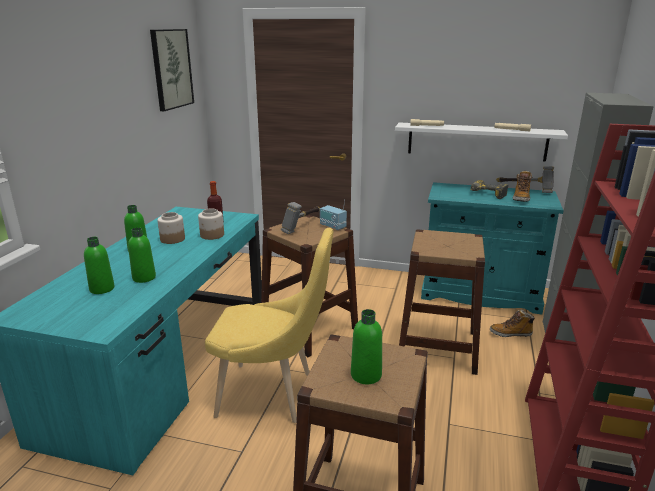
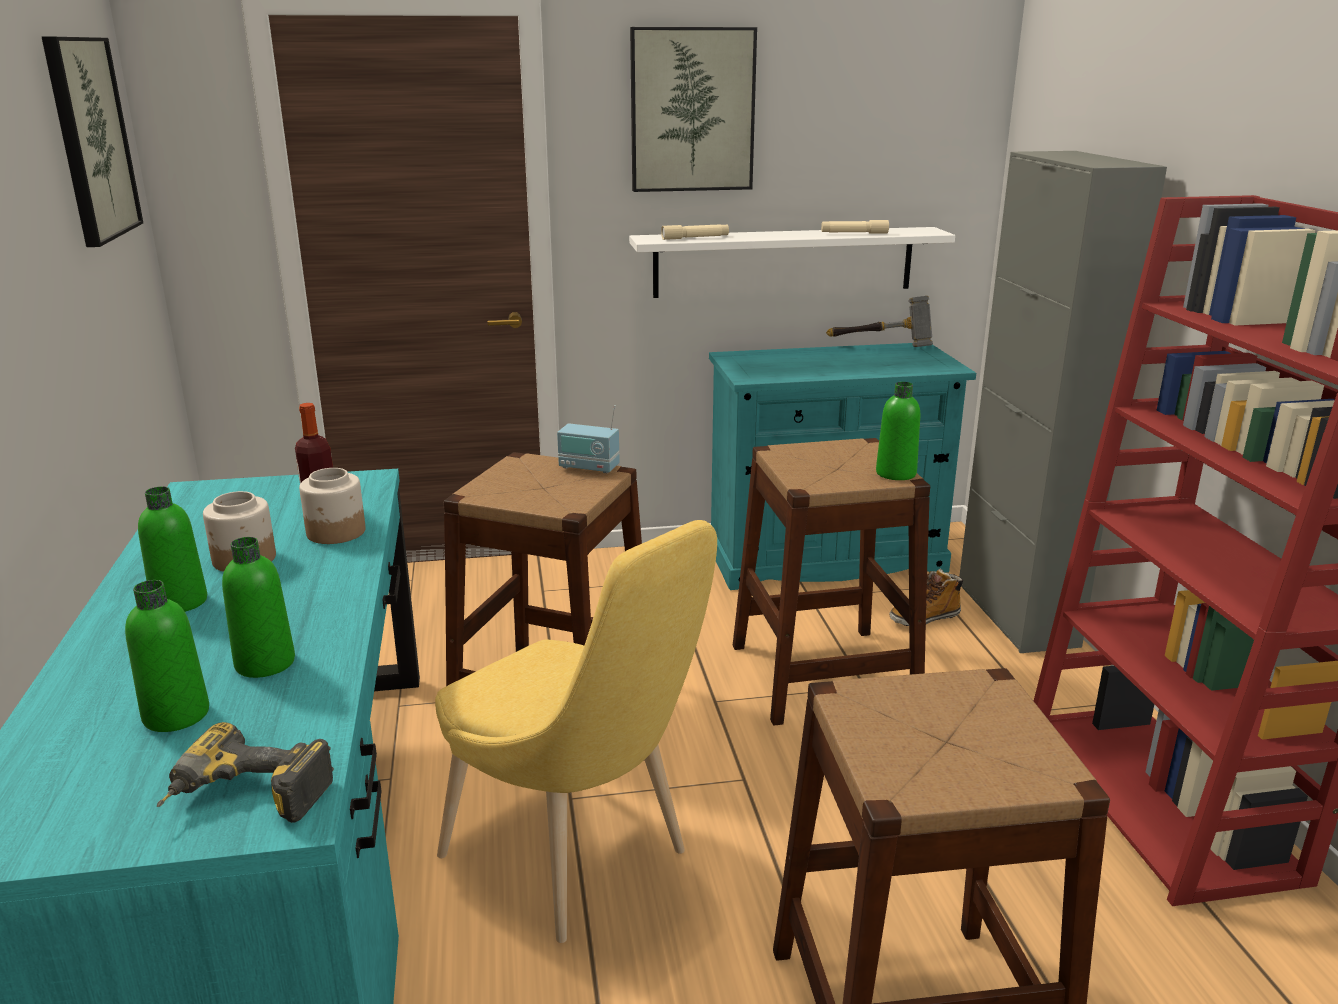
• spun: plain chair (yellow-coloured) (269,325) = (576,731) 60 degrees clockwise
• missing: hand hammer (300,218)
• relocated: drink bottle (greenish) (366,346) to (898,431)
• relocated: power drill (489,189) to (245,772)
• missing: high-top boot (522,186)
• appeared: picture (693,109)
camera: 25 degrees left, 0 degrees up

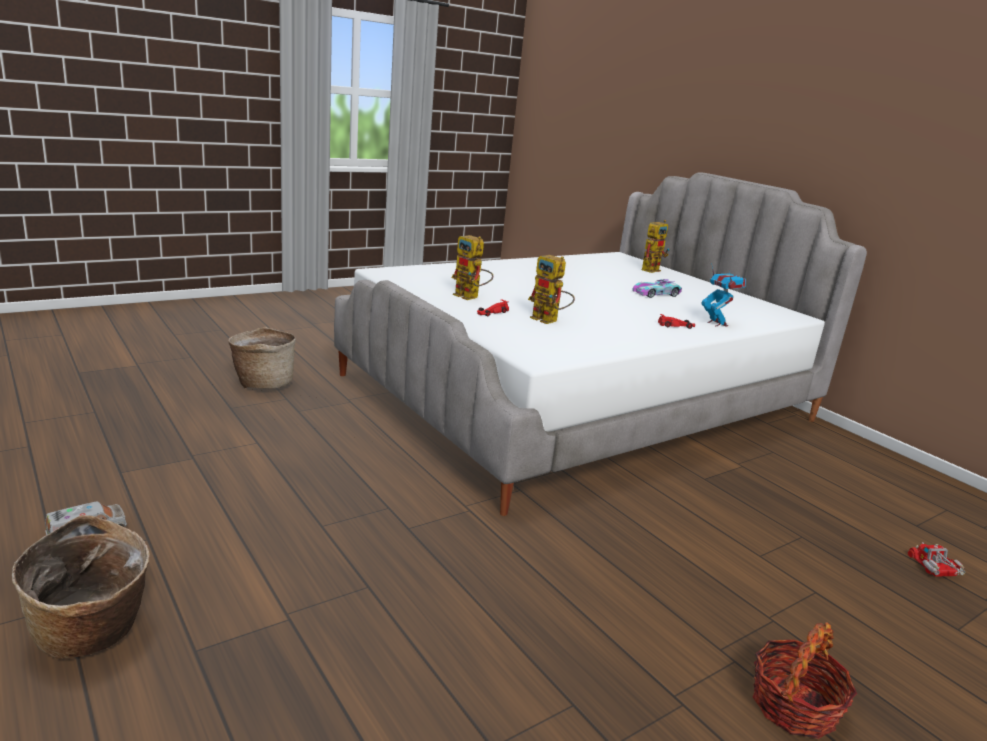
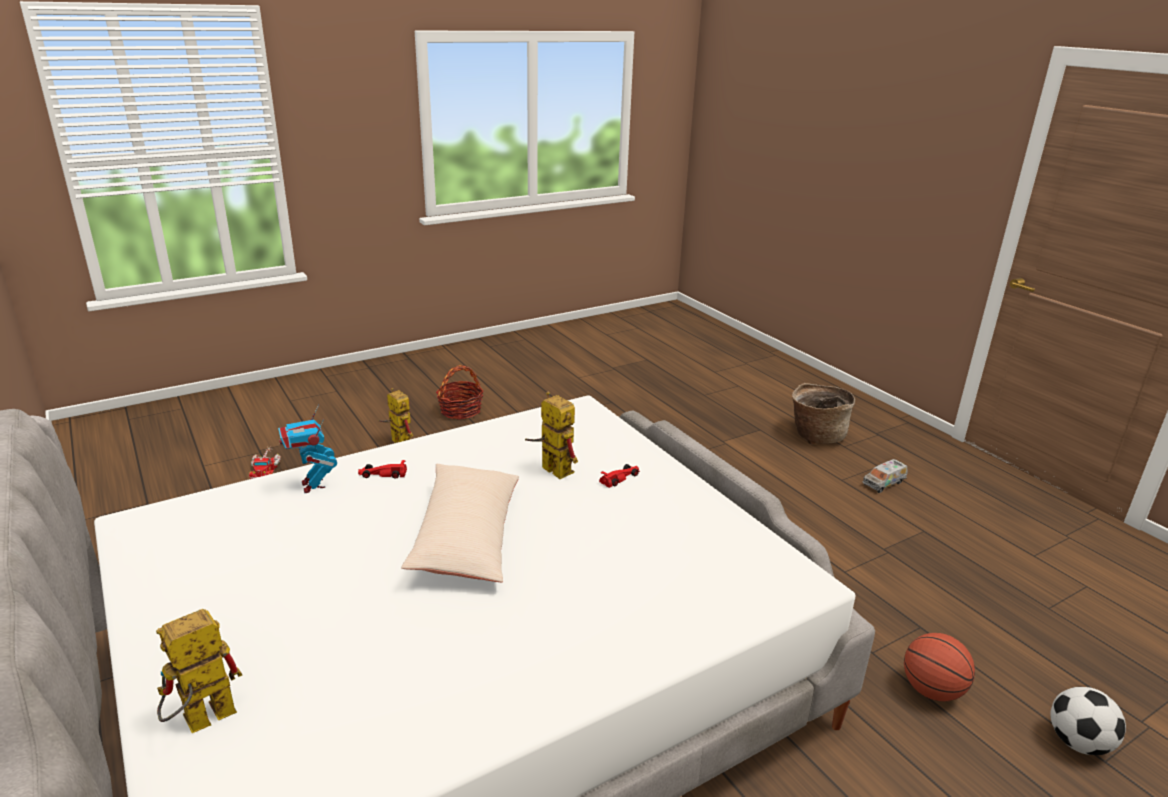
• exchanged: basket (262,358) to basketball ball (939,667)
• relocated: robot figure (472,267) to (395,415)
• missing: miniature car (657,288)
• appeared: throw pillow (beige-coloured) (460,523)
• appeared: football ball (1088,721)
camera: 175 degrees left, 5 degrees up

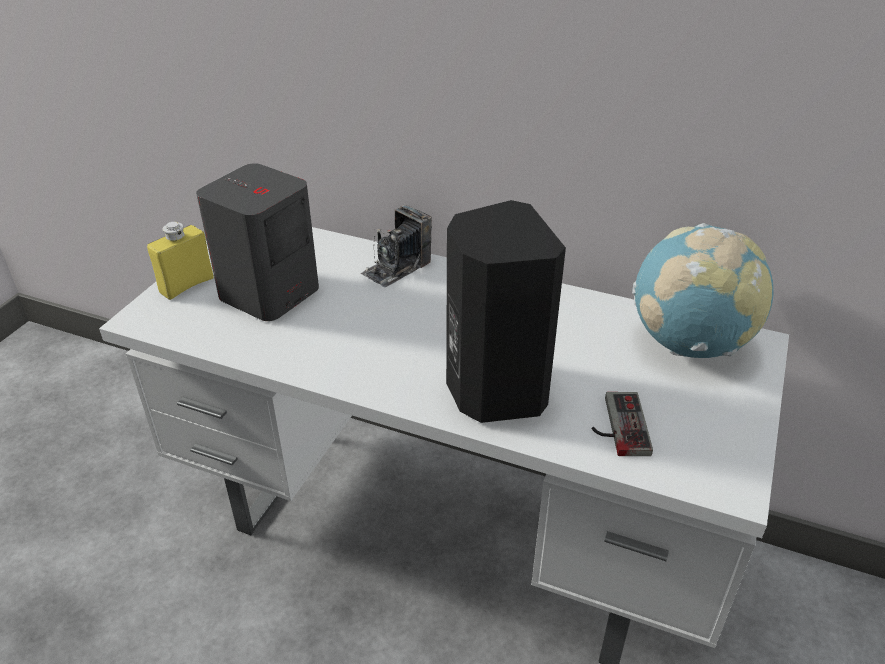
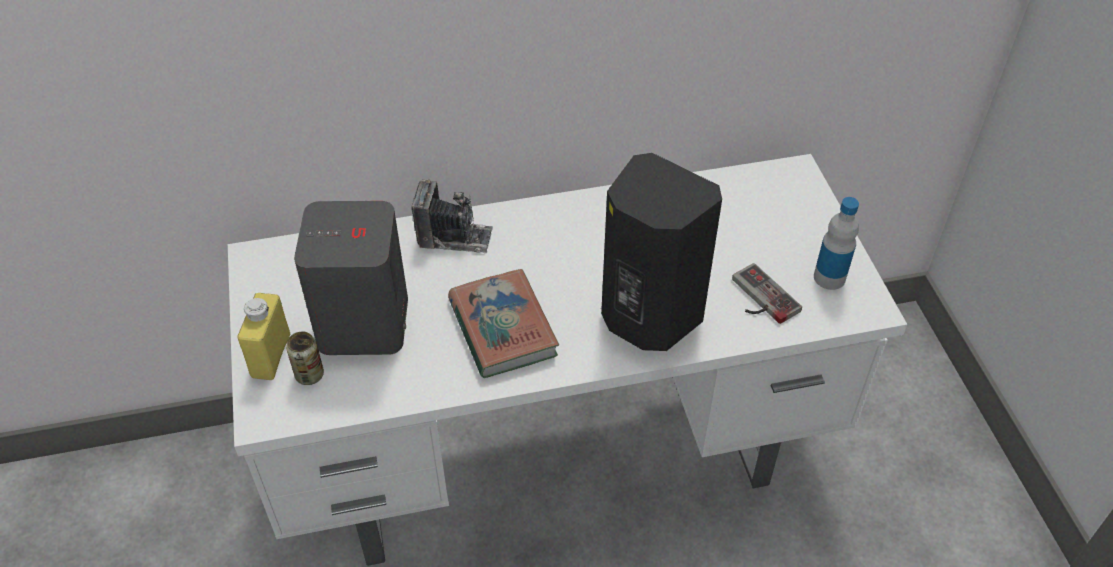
• spun: still camera (396,246) = (452,216) 90 degrees counterclockwise
• missing: world globe (703,290)
• appeared: sealed can (305,358)
• appeared: book (503,323)
• appeared: drink bottle (836,243)
camera: 35 degrees left, 10 degrees up

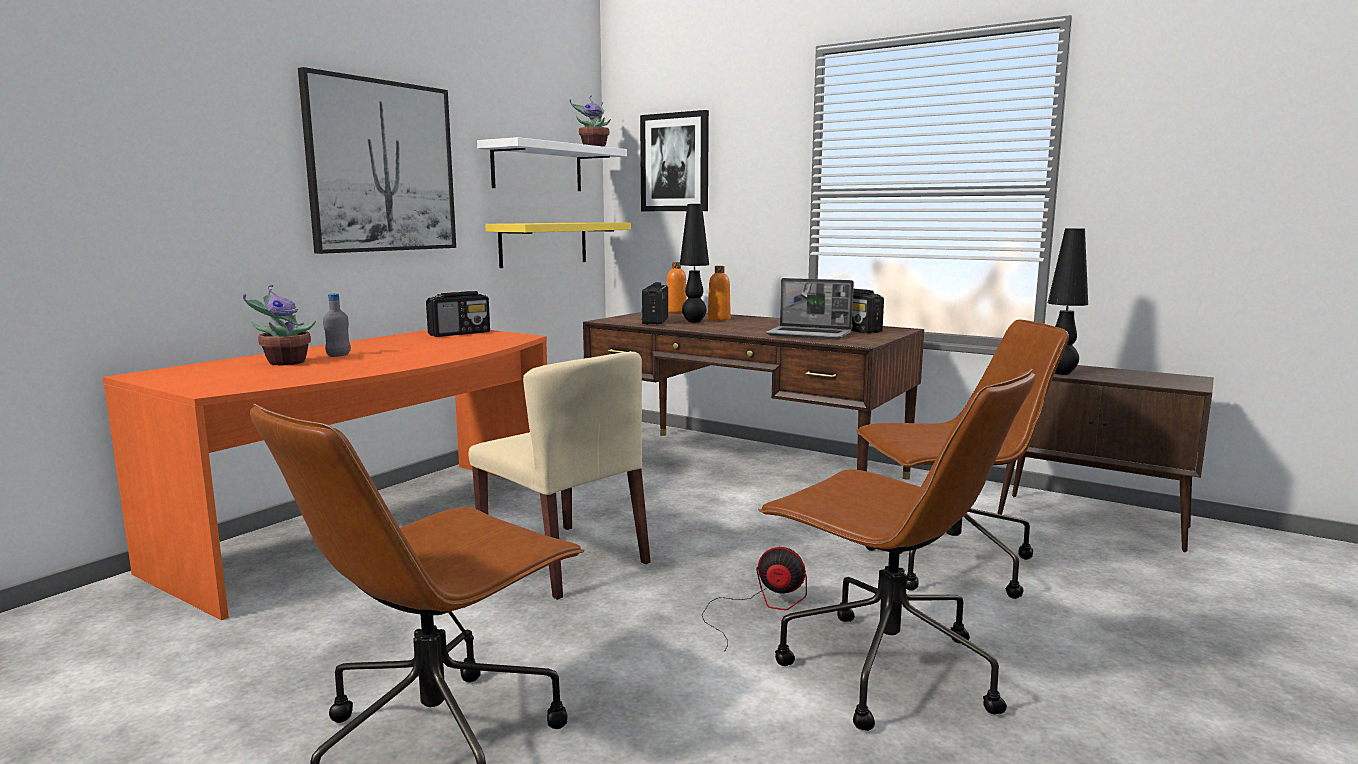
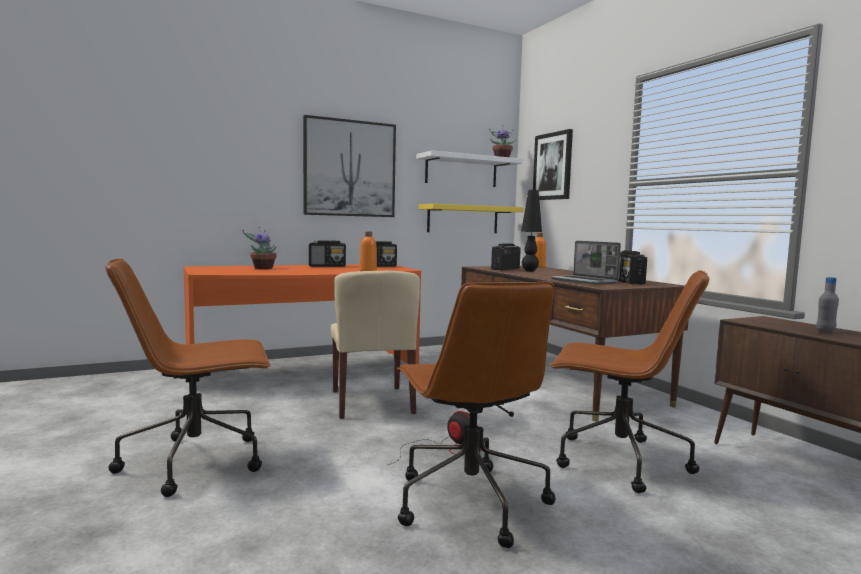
• relocated: drink bottle (greyish) (337,325) to (827,305)
• relocated: drink bottle (orange-coloured) (719,293) to (368,251)
• missing: tabletop lamp (black-coloured) (1068,301)
• appeared: radio (327,253)
camera: 30 degrees right, 5 degrees down

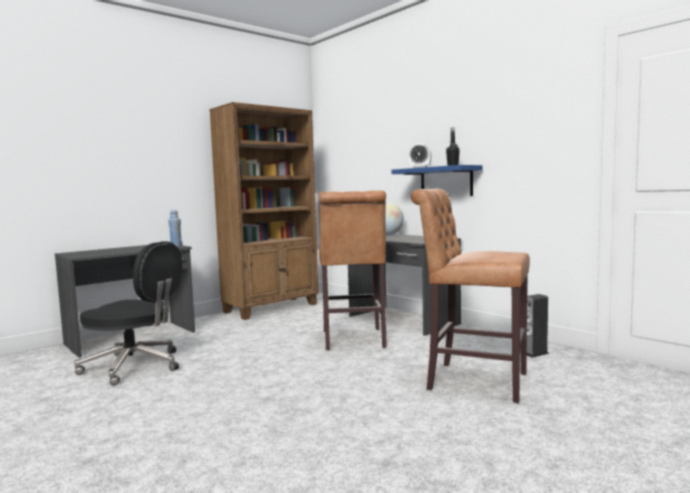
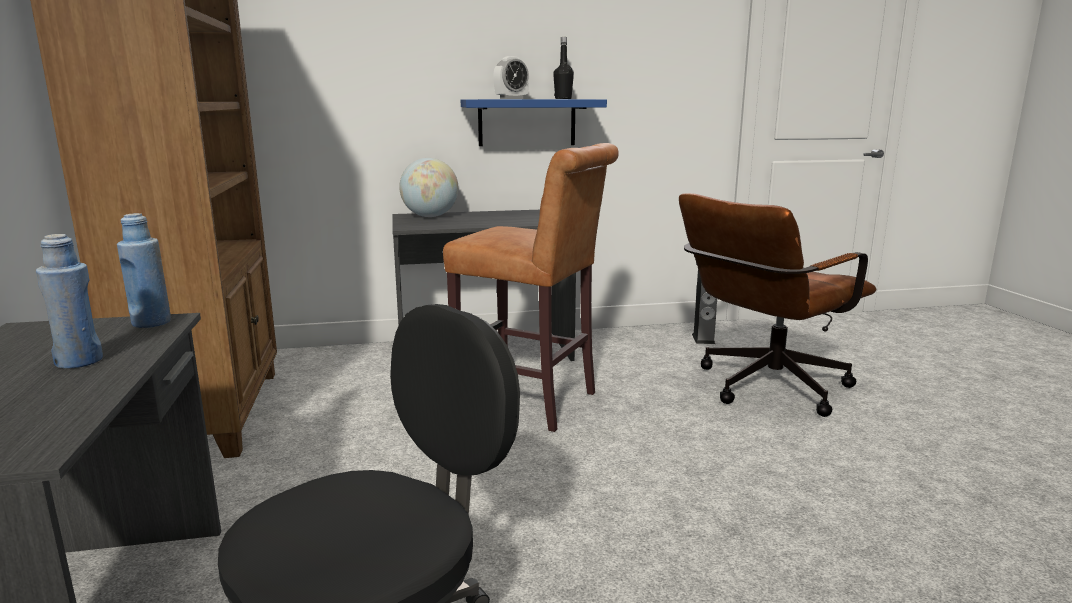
• exchanged: stool (brownish) (470,296) to desk chair (brownish) (778,305)
• appeared: drink bottle (blue-coloured) (69,301)
camera: 60 degrees left, 10 degrees up

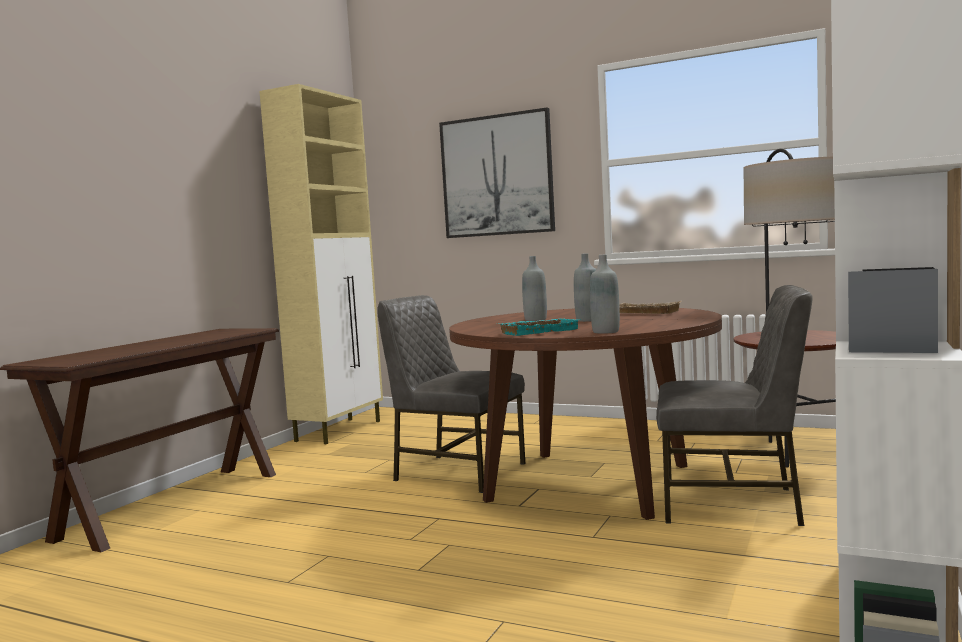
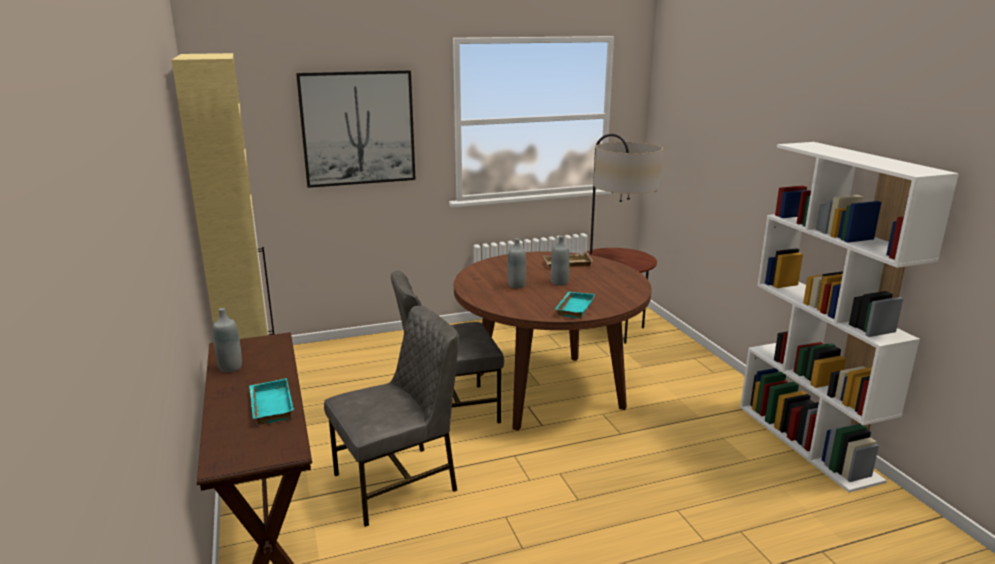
• relocated: drink bottle (greyish) (605,294) to (227,340)
• relocated: plain chair (greyish) (734,405) to (391,416)
• appeared: carrying tray (blue-green) (271,401)
camera: 45 degrees left, 15 degrees up

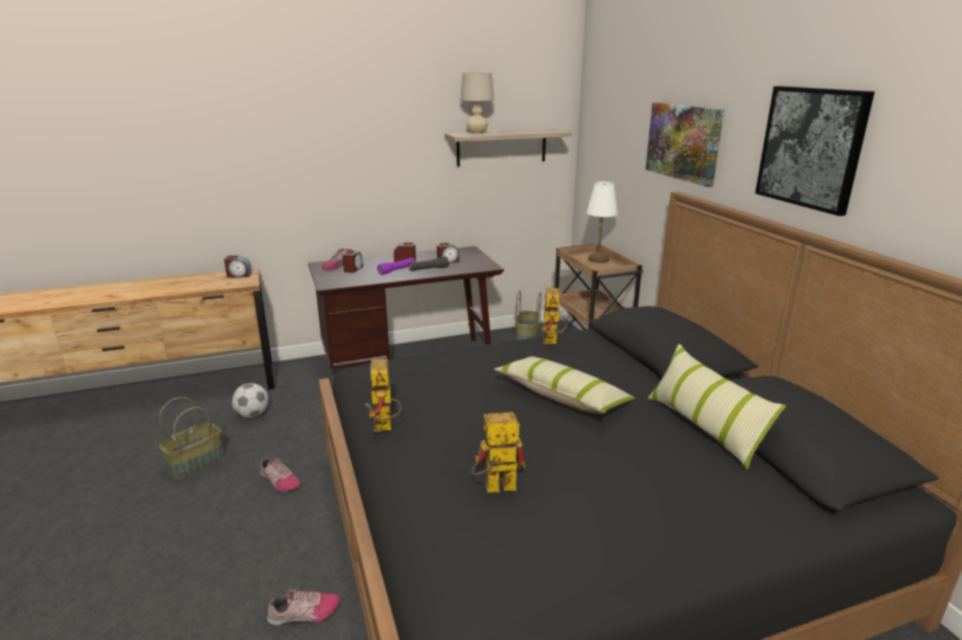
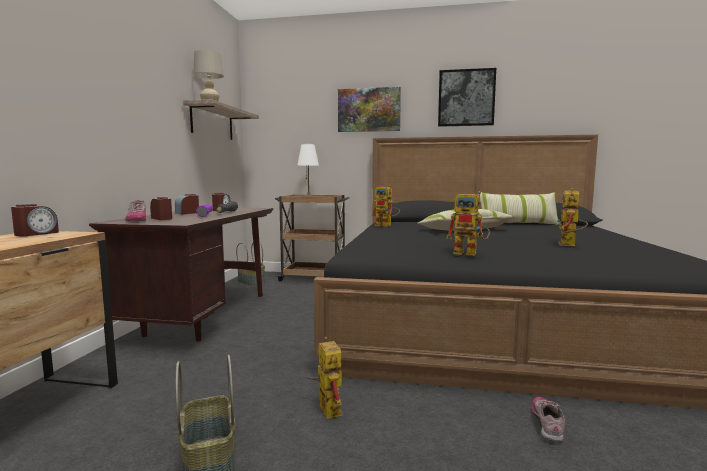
• missing: football ball (250,400)
• exchanged: shoe (280,474) to robot figure (324,378)
camera: 60 degrees left, 15 degrees down

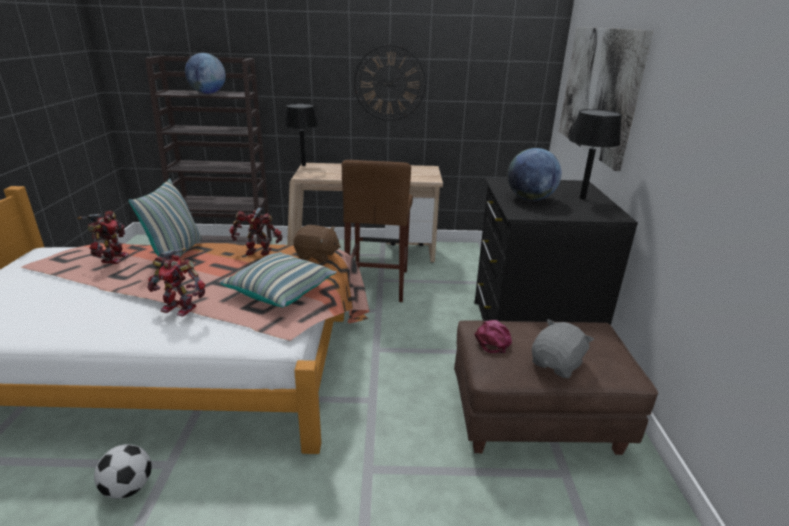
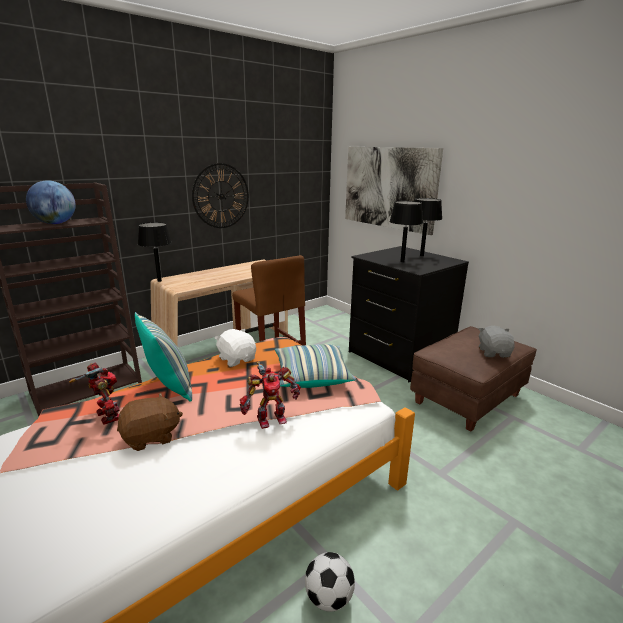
• exchanged: robot figure (255,231) to plush toy (white-coloured) (235,348)
• relocated: plush toy (brownish) (317,244) to (150,422)
• missing: cap (pink-coloured) (493,336)
• exchanged: world globe (534,174) to tabletop lamp (black-coloured) (406,232)
camera: 40 degrees left, 5 degrees down

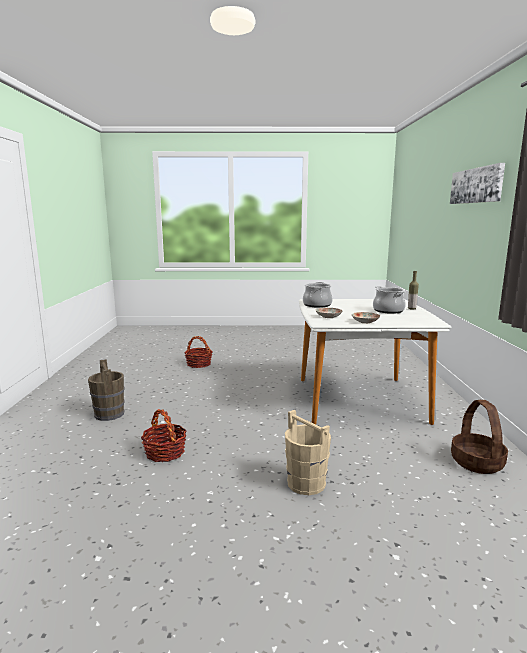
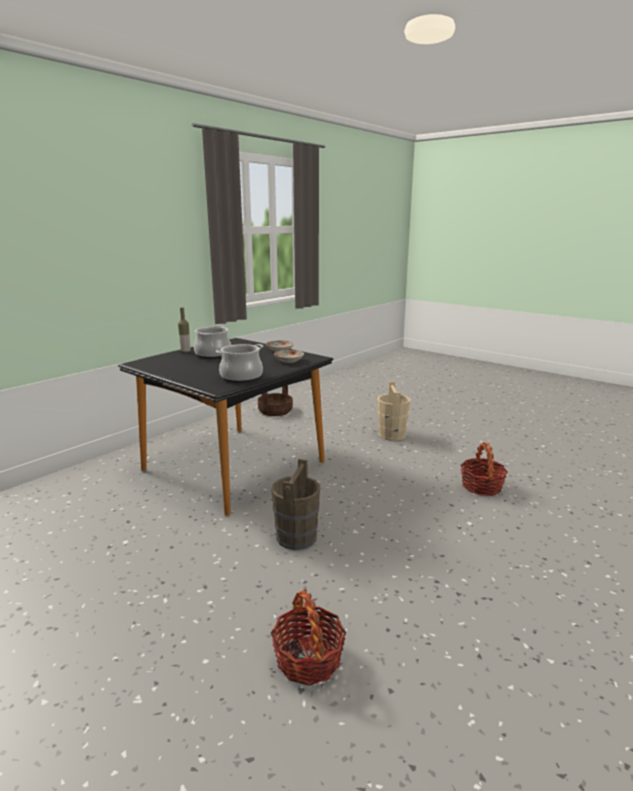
• relocated: bucket (brownish) (106,390) to (295,504)
• colour: kitchen table (white-coloured) (375,362) to kitchen table (black-coloured) (225,427)
• missing: picture (477,183)
camera: 140 degrees left, 5 degrees up

